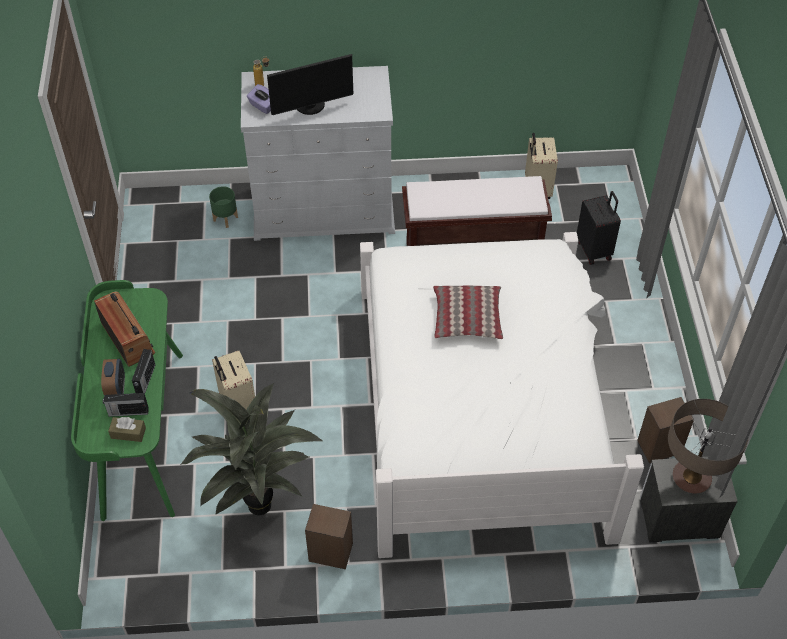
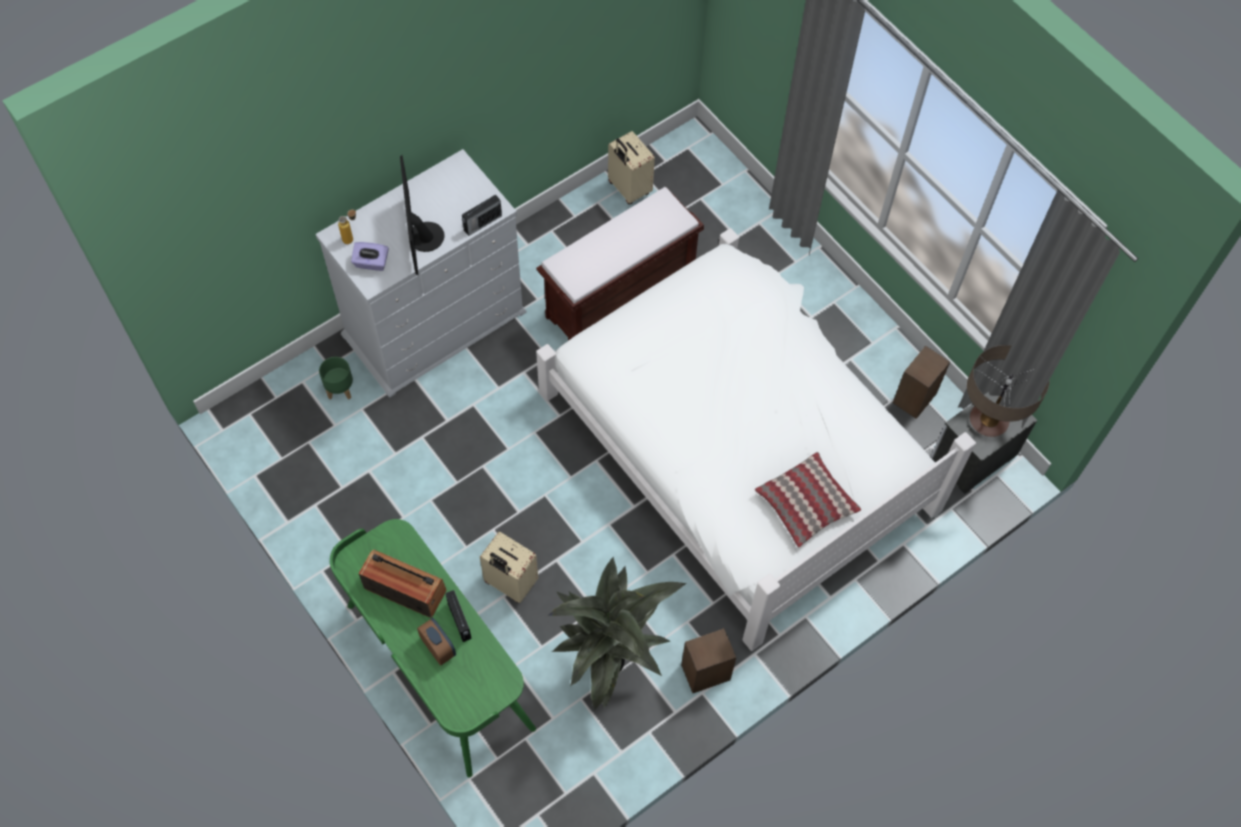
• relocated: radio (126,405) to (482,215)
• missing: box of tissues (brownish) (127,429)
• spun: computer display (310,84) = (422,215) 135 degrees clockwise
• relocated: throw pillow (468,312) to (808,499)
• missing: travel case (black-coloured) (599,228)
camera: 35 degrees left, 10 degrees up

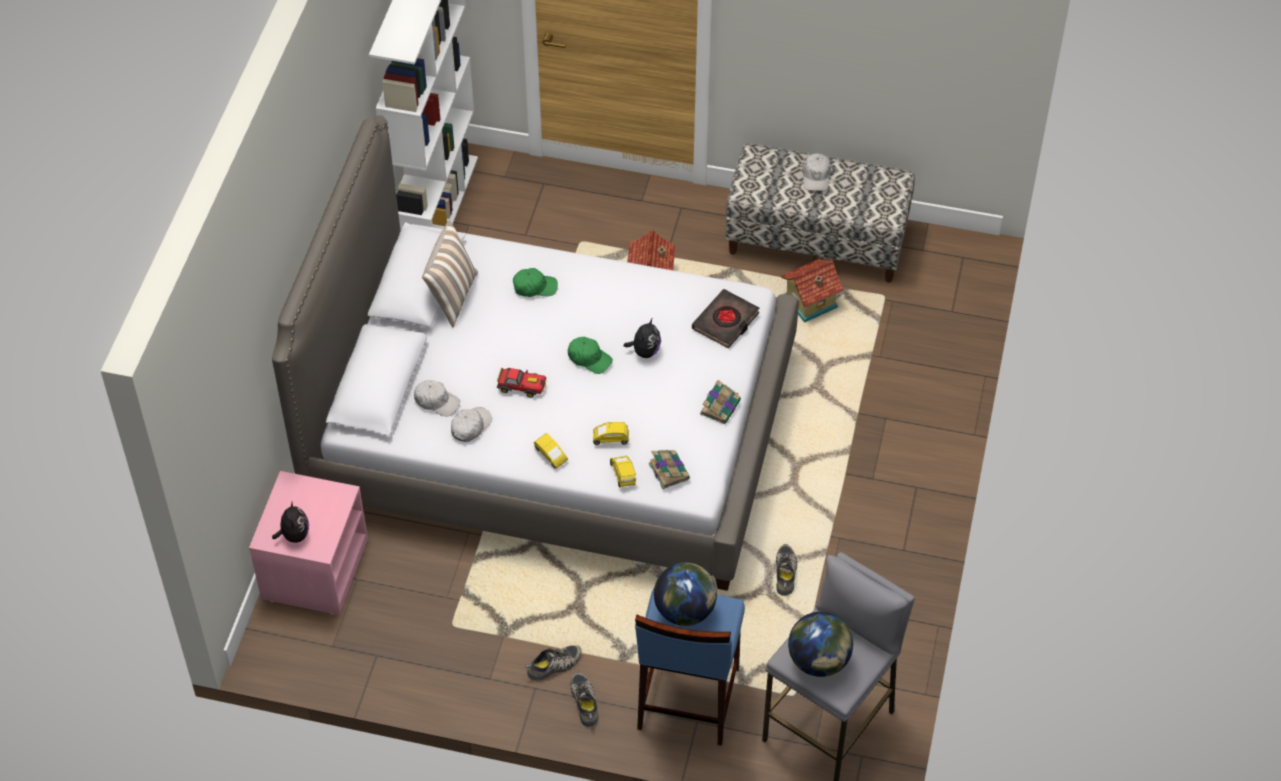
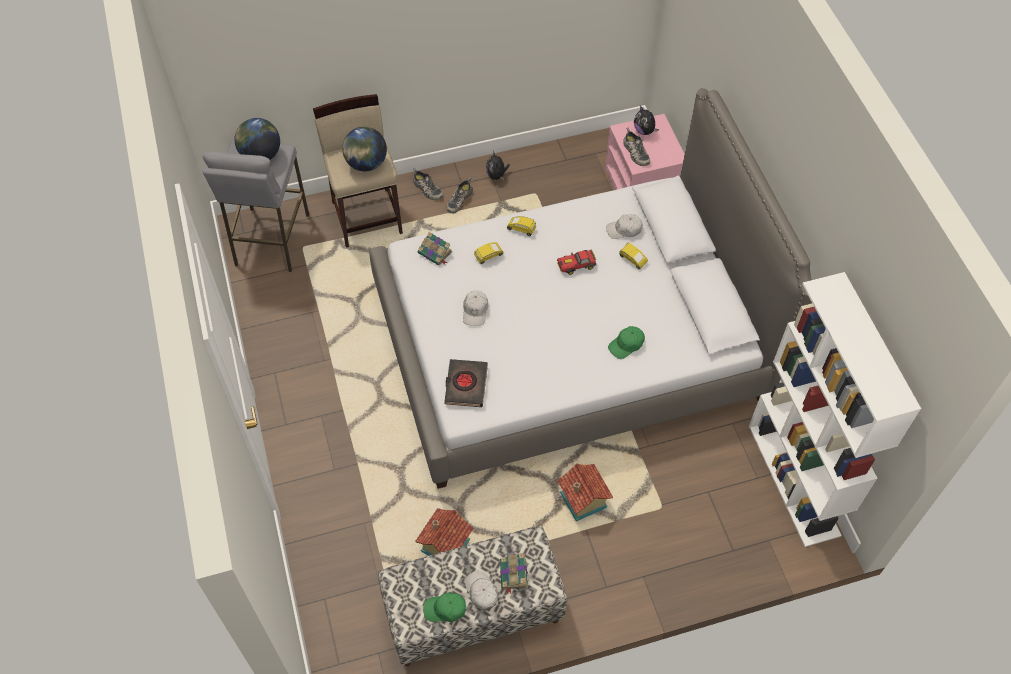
• missing: throw pillow (450,274)
• relocated: cap (white-coloured) (471,424) to (475,308)
• relocated: cap (greenish) (590,355) to (444,607)
• relocated: miniature car (yellow-coloured) (623,471) to (633,256)
• relocated: plush toy (642,338) to (498,165)
• colour: stool (blue-coloured) (690,667) to stool (beige-coloured) (358,170)
• relocated: book (720,402) to (514,573)
• relocated: shoe (786,570) to (636,147)
camera: 150 degrees right, 5 degrees up

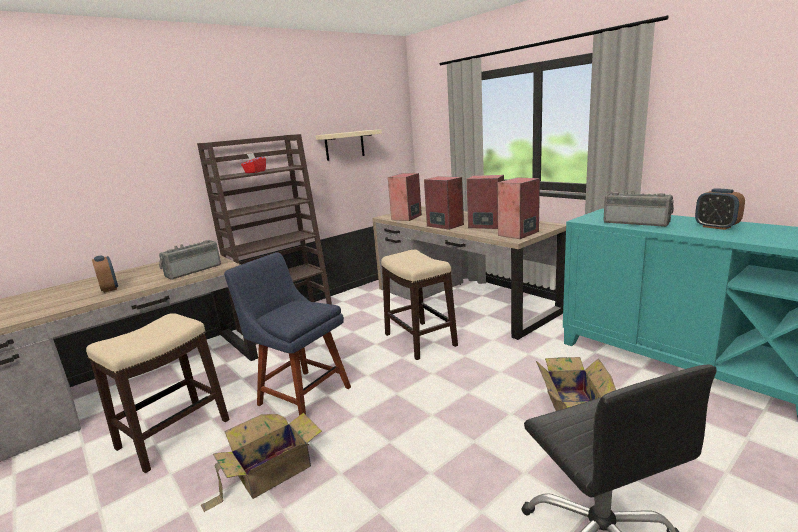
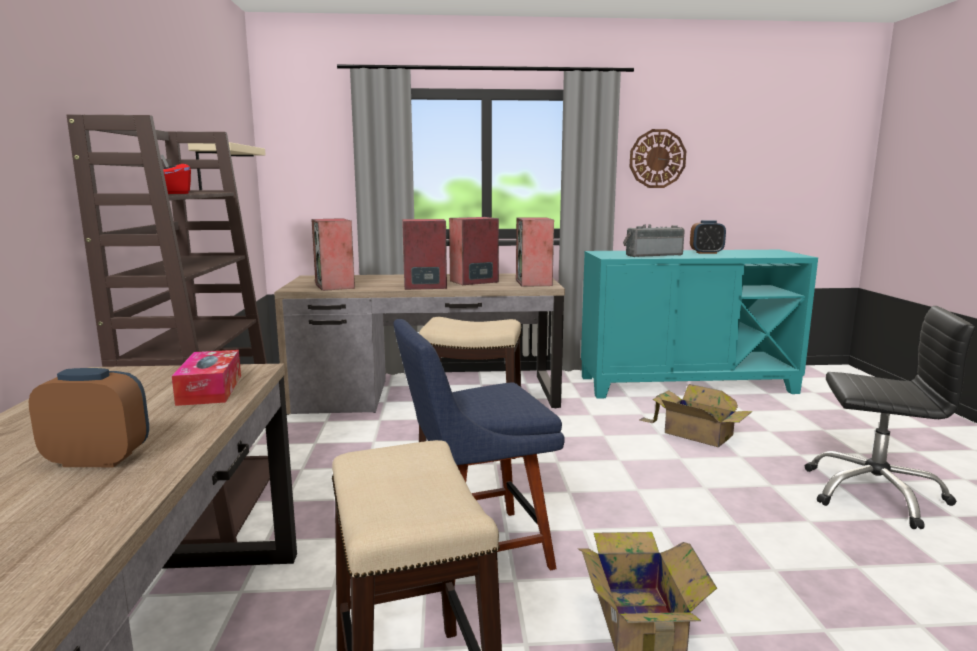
• exchanged: radio (190,260) to box of tissues (206,378)
• appeared: clock on the wall (658,158)
camera: 55 degrees left, 5 degrees down

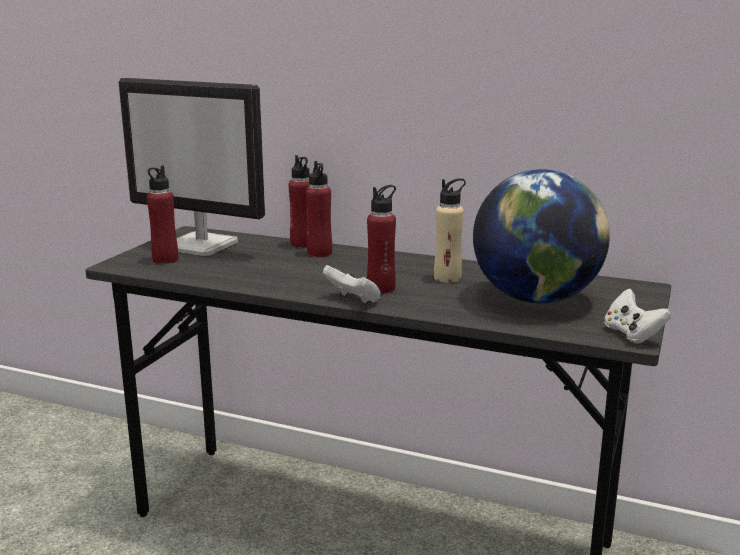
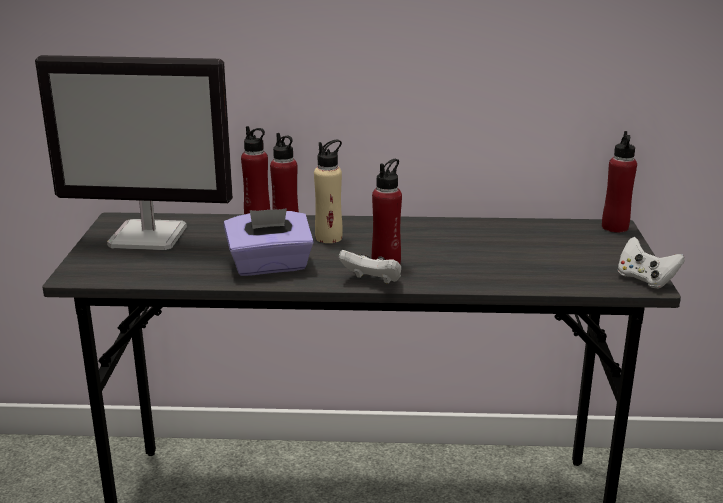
• relocated: drink bottle (red-coloured) (162,214) to (619,182)
• relocated: drink bottle (beige-coloured) (450,230) to (328,191)
• missing: world globe (541,236)
• appeared: box of tissues (purplish) (269,242)
camera: 20 degrees left, 5 degrees up

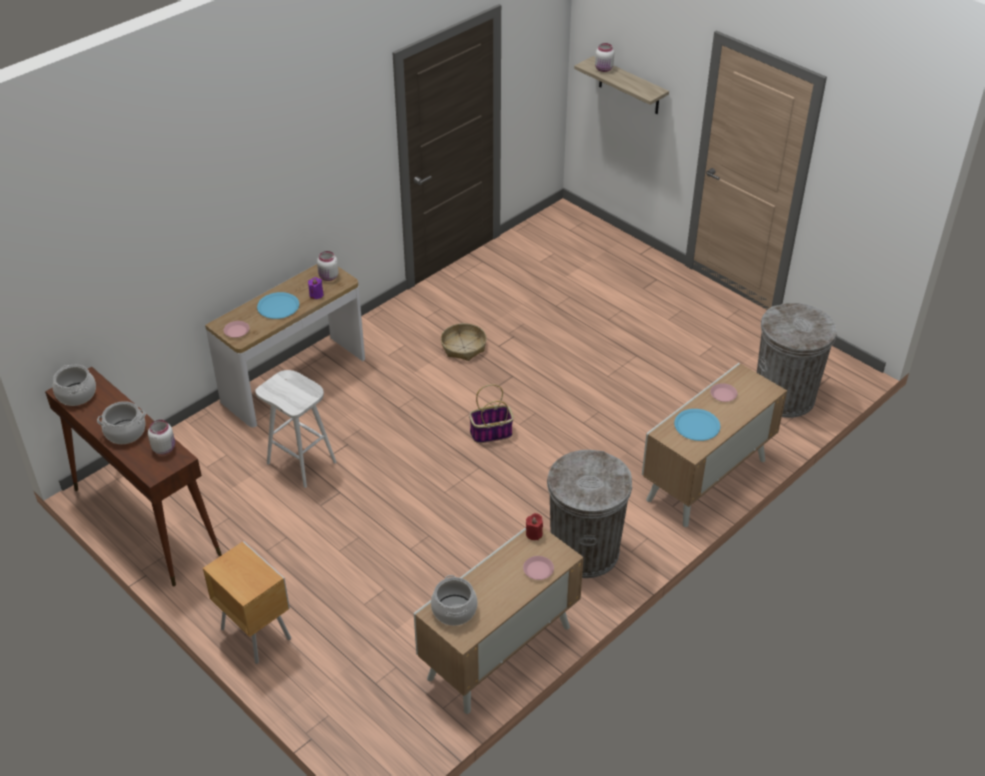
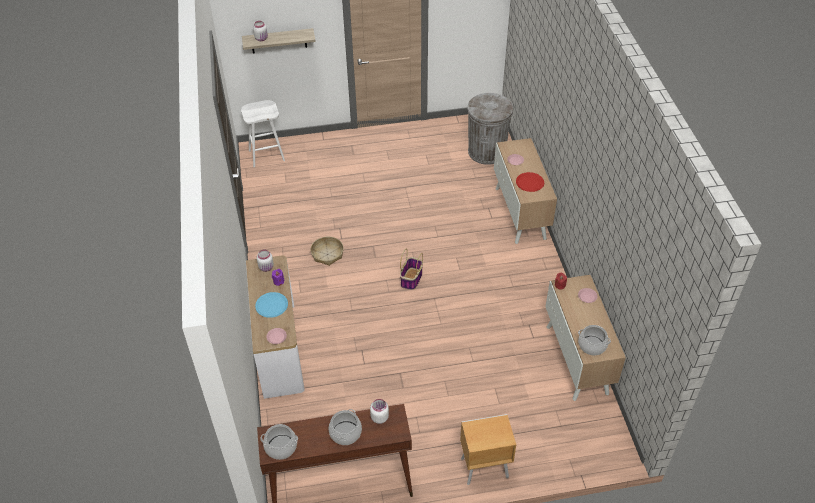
• relocated: stool (white-coloured) (295,429) to (263,133)
• missing: rubbish bin (greyish) (589,514)
• colour: dinner plate (blue-coloured) (697,425) to dinner plate (red-coloured) (530,182)
camera: 55 degrees left, 5 degrees up

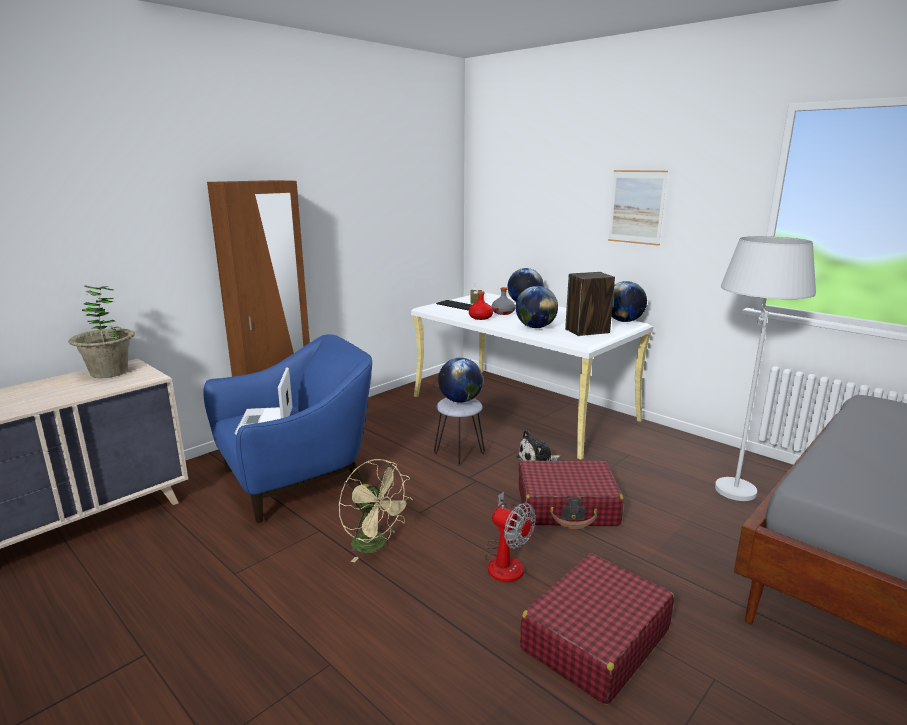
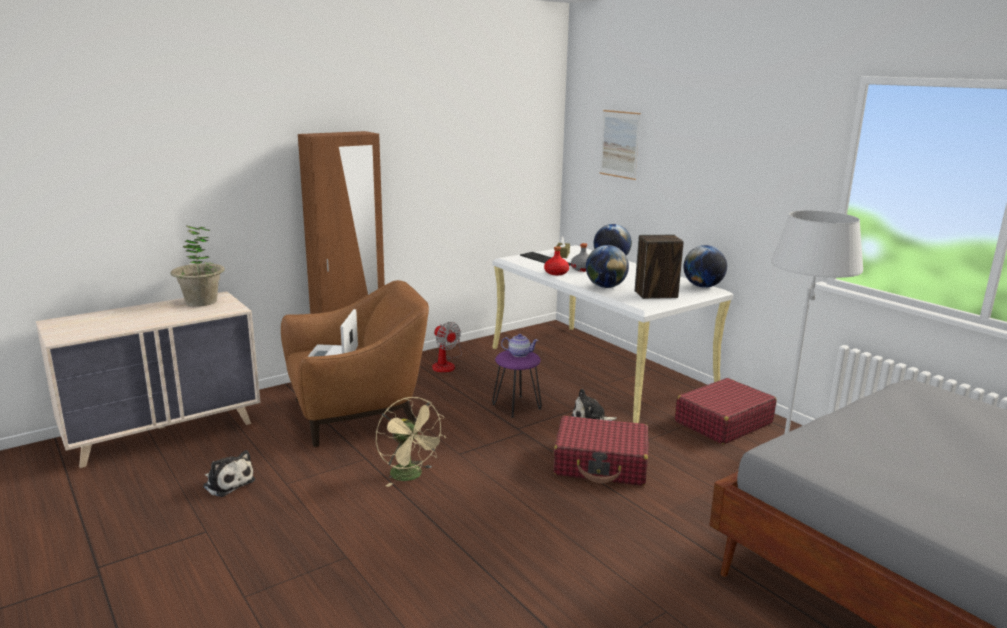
• colour: easy chair (blue-coloured) (287,428) to easy chair (brownish) (355,363)
• colour: stool (greyish) (459,432) to stool (purplish) (517,384)
• exchanged: world globe (460,380) to pot for tea (520,345)
• relocated: electric fan (510,537) to (447,347)
• relocated: travel case (red-coloured) (597,629) to (726,411)
• relocated: picture (638,208) to (620,145)
• appeared: plush toy (229,473)
camera: 10 degrees right, 0 degrees up

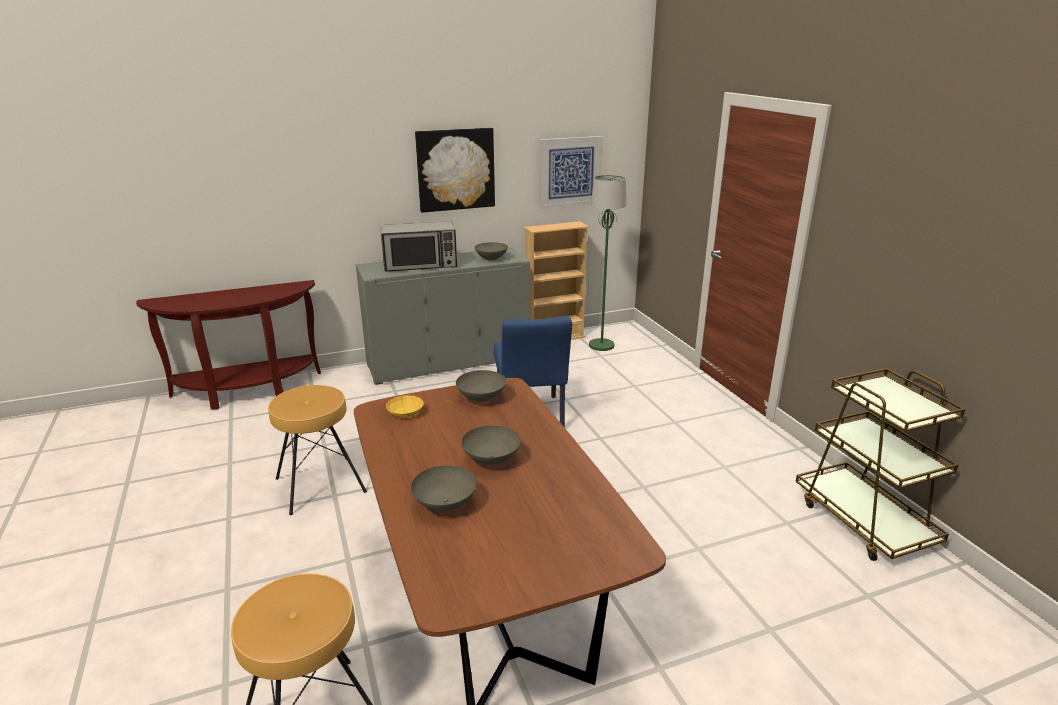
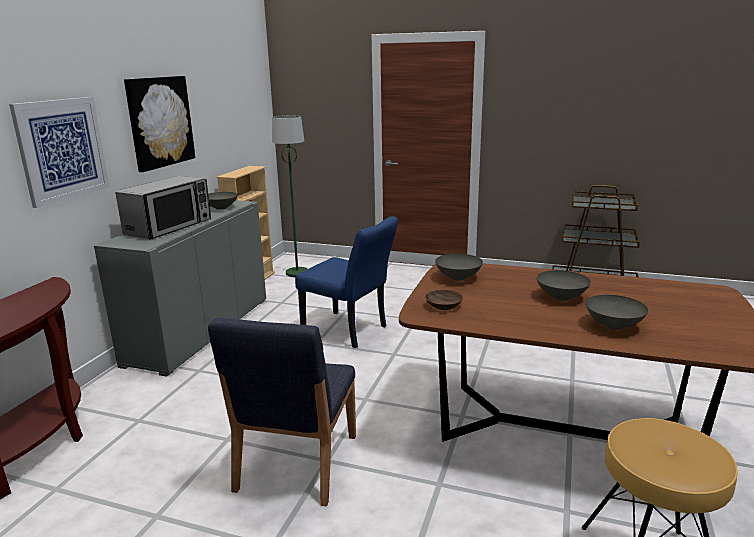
• exchanged: stool (brownish) (317,450) to plain chair (blue-coloured) (282,412)
• colour: deep dish (yellow-coloured) (405,406) to deep dish (brownish) (444,300)
• relocated: picture (571,172) to (59,152)
camera: 50 degrees left, 5 degrees down

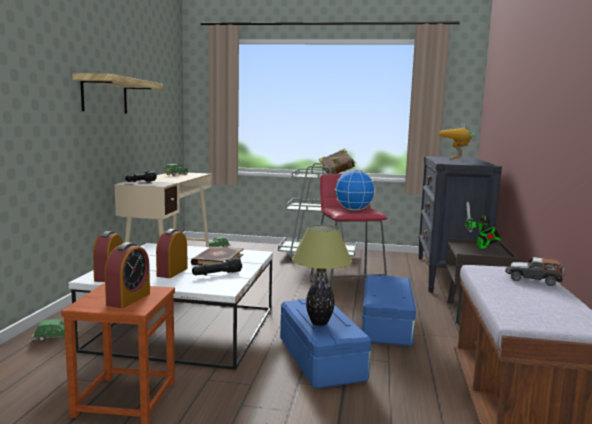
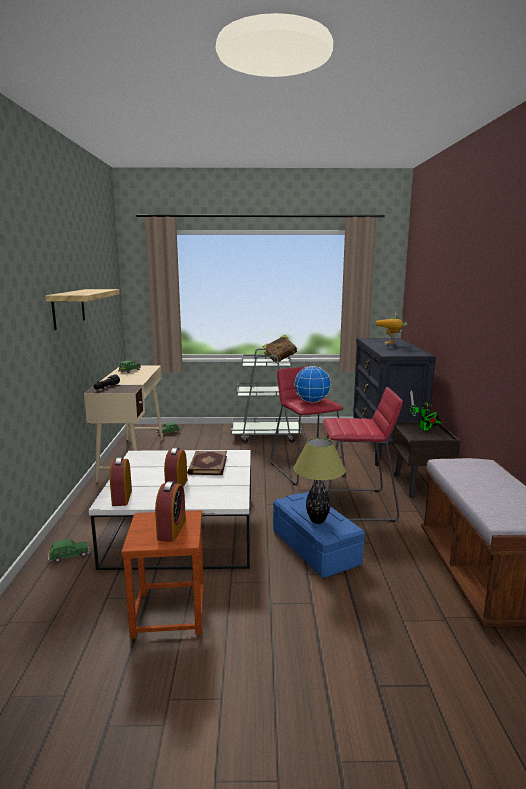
• missing: torch (black-coloured) (217,267)
• exchanged: storage bin (blue-coloured) (389,310) to stool (red-coloured) (363,454)
• missing: miniature car (535,271)
camera: 10 degrees left, 5 degrees up

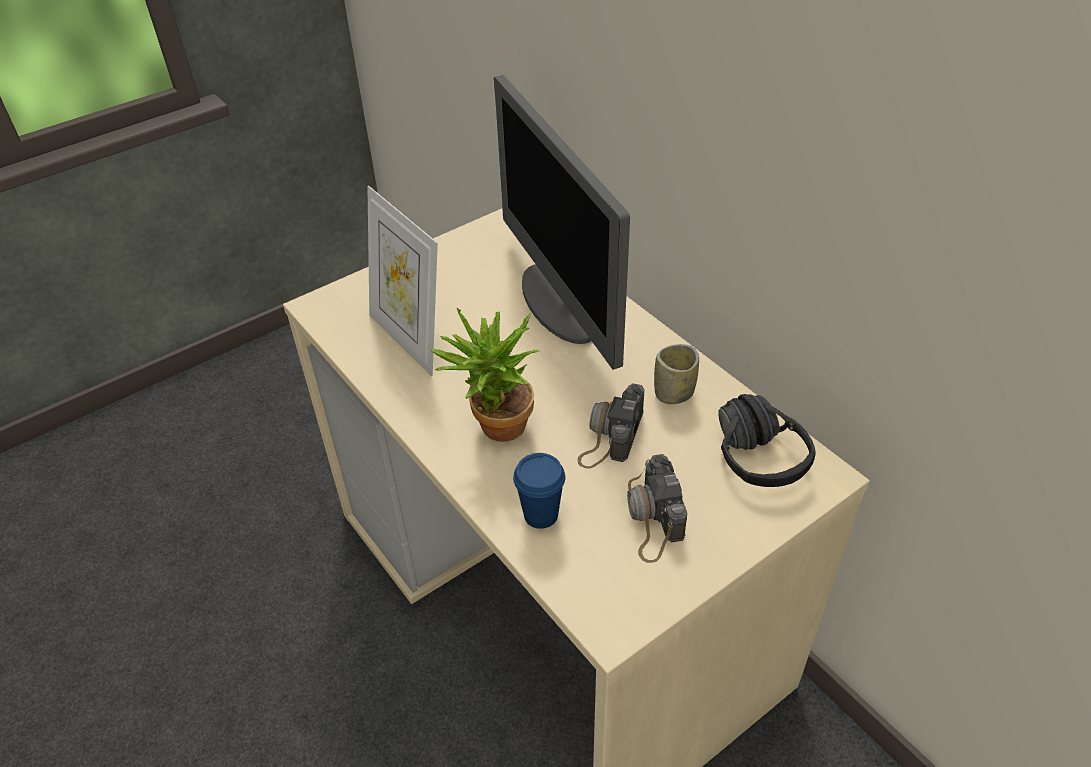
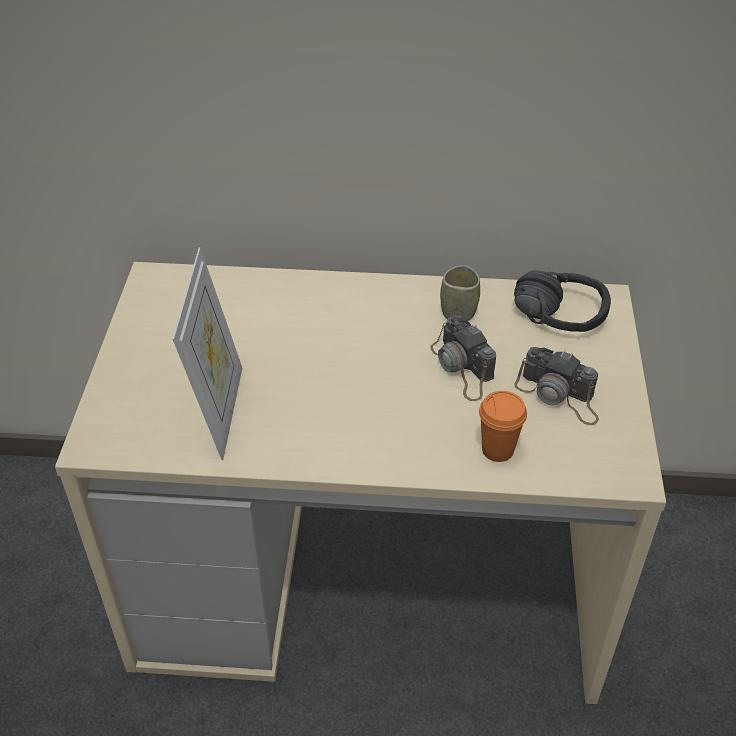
• spun: picture frame (402,281) = (207,354) 90 degrees counterclockwise
• missing: plant in a pot (485,375)
• missing: computer display (562,222)
• colour: small cup (blue-coloured) (539,491) to small cup (orange-coloured) (503,426)
camera: 50 degrees left, 0 degrees up

